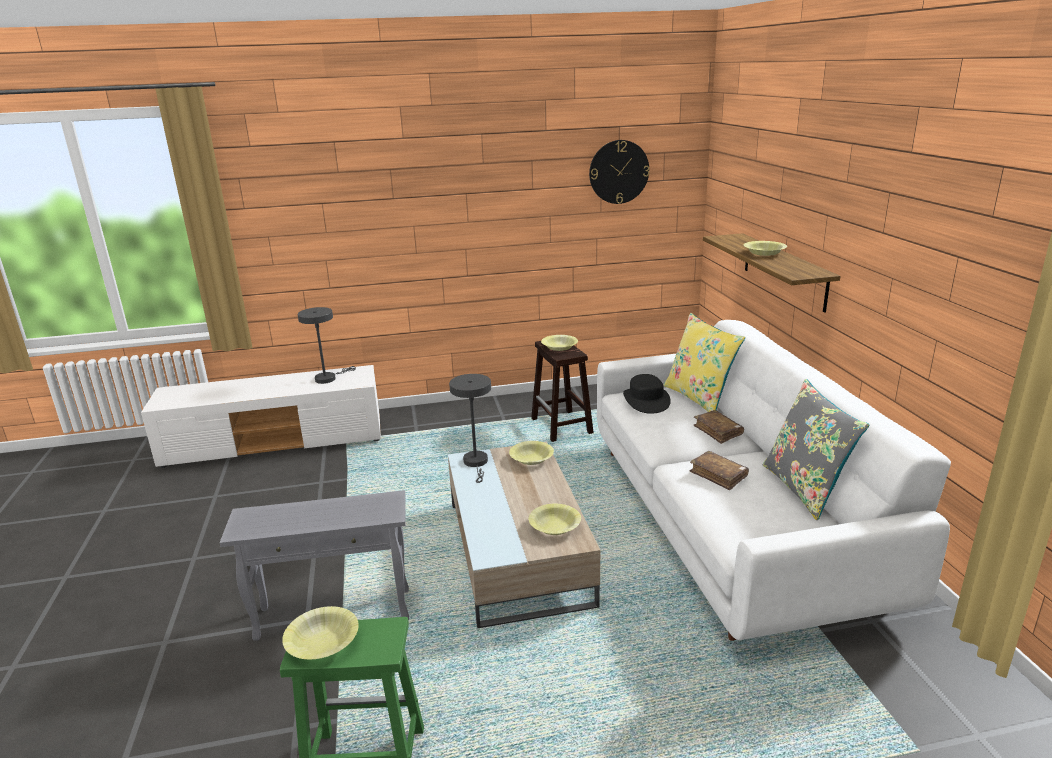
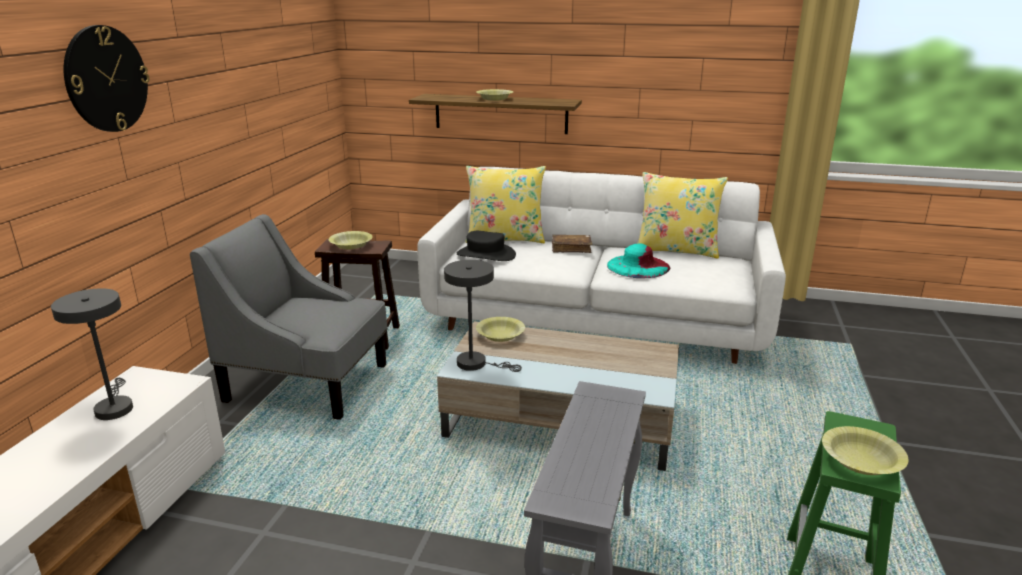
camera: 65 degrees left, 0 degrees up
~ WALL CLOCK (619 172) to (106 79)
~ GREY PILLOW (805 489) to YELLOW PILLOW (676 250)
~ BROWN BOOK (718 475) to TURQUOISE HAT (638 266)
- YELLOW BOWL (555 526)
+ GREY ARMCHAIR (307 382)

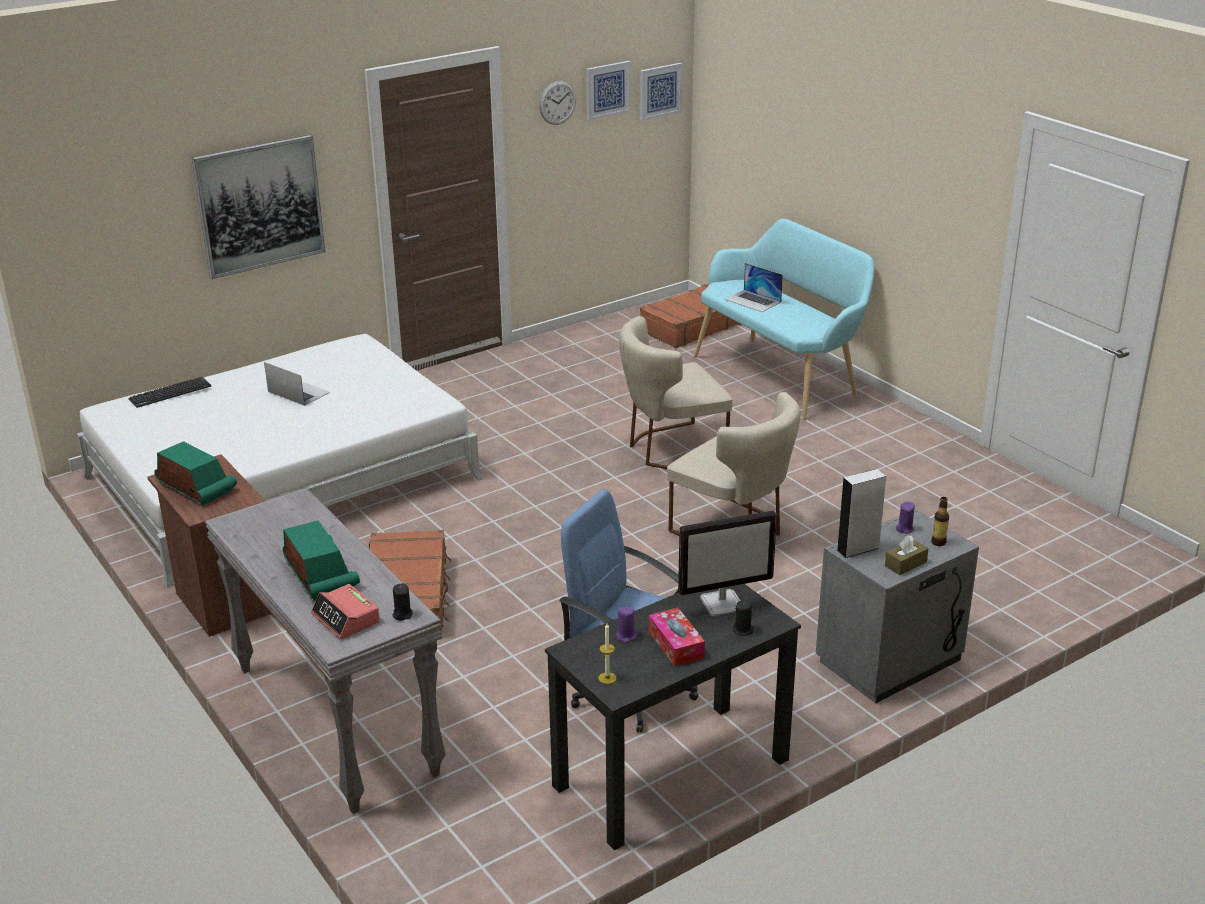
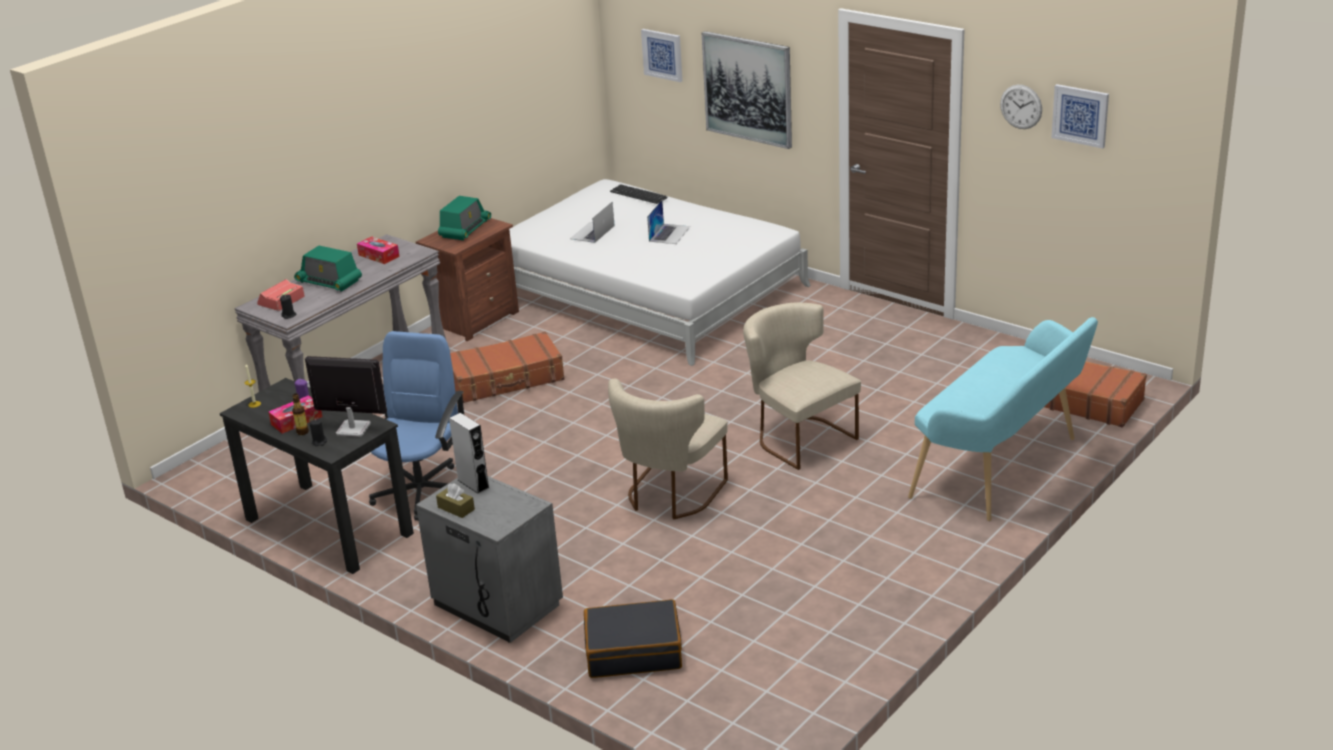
camera: 75 degrees right, 0 degrees up
~ PICTURE (660 91) to (662 55)
~ LAPTOP (753 301) to (592 232)
~ BOTTLE (938 542) to (302 432)
- PURPLE CANDLE (904 529)
~ MONITOR (723 603) = (352 429) 135 degrees clockwise
~ RADIO (320 575) = (329 281) 75 degrees clockwise
+ TISSUE BOX (379 256)
+ BLACK SUITCASE (633 651)

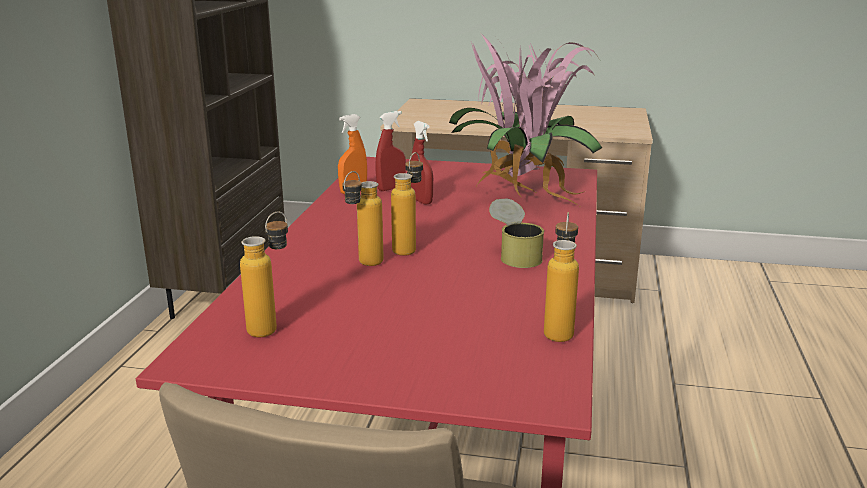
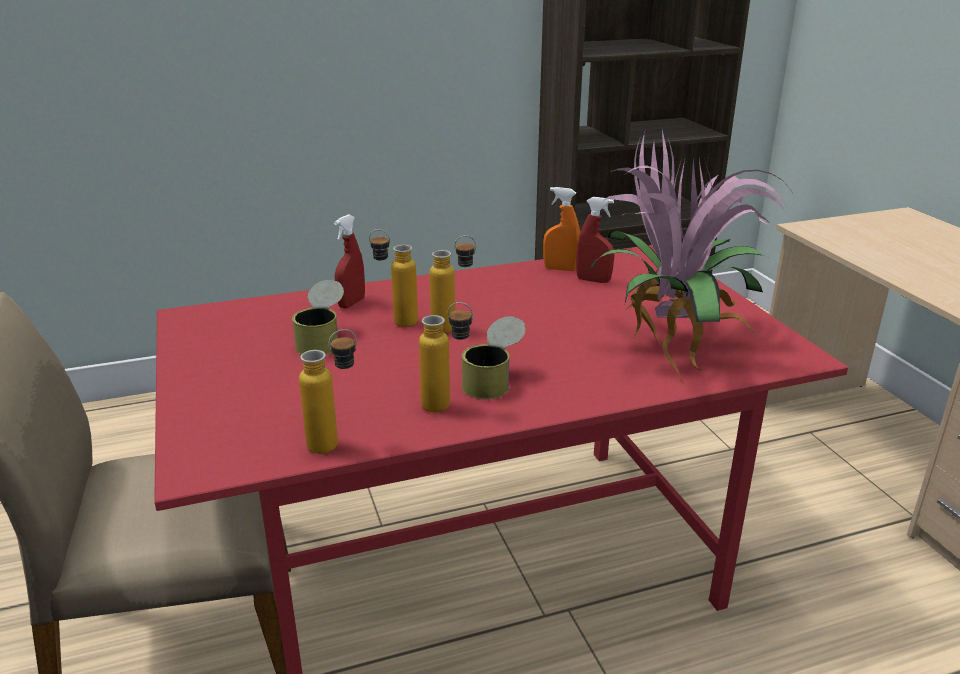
camera: 60 degrees right, 5 degrees up
~ RED SPRAY BOTTLE (421 201) to (351 303)
~ BOTTLE (272 327) to (447 407)
+ CAN (322 340)

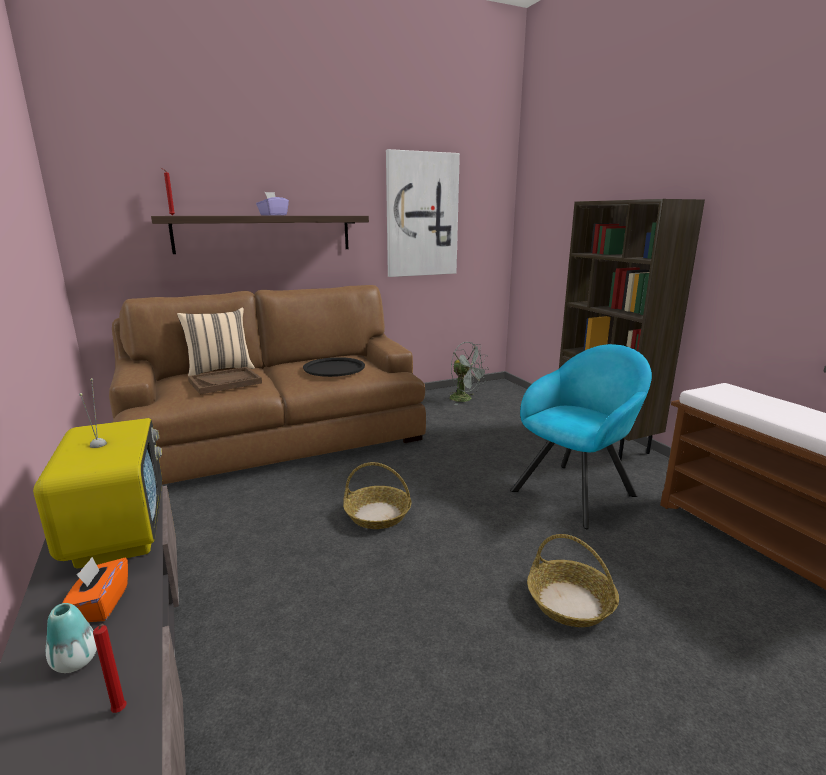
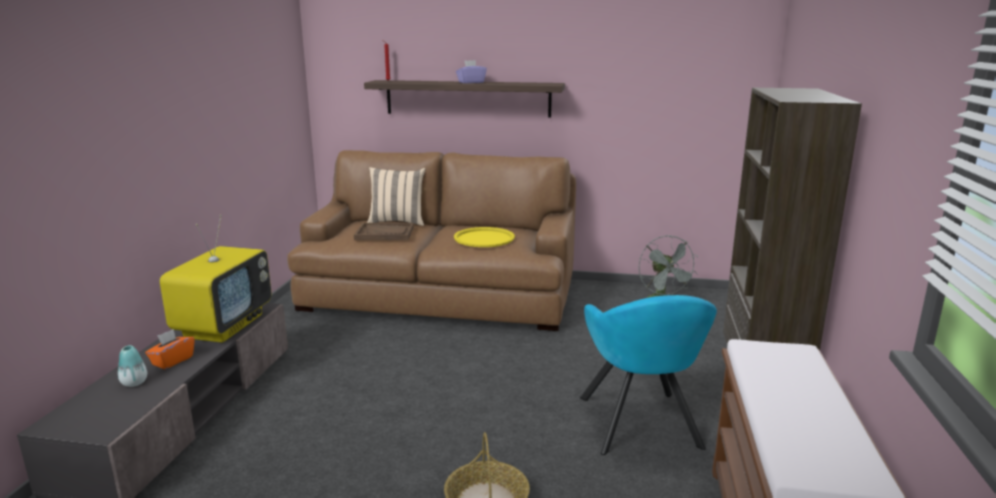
camera: 35 degrees right, 0 degrees up
- PICTURE (421 215)
~ TURQUOISE ARMCHAIR (577 491) = (640 426) 90 degrees clockwise
~ BLACK TRAY (334 368) to YELLOW TRAY (484 238)
- BASKET (377 515)
- RED CANDLE (120 712)

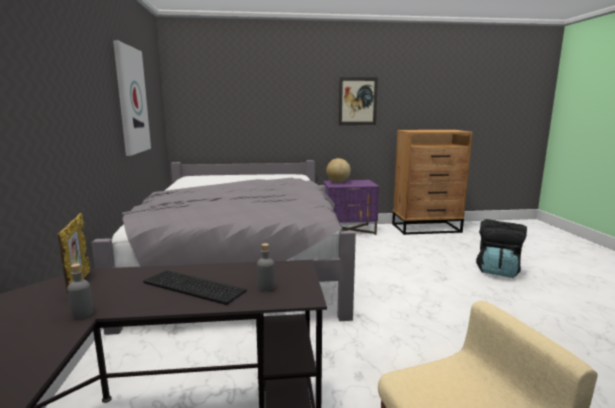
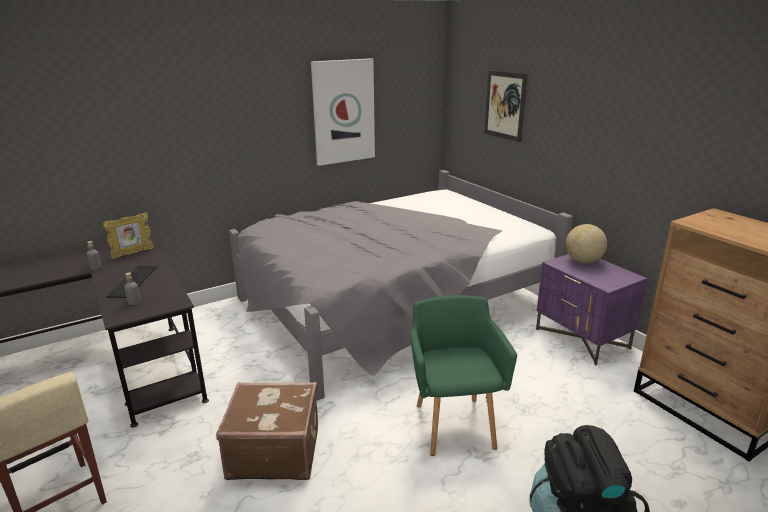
camera: 65 degrees right, 10 degrees up
~ PICTURE (357 101) to (505 105)
+ GREEN ARMCHAIR (454 422)
+ BROWN SUITCASE (274 451)

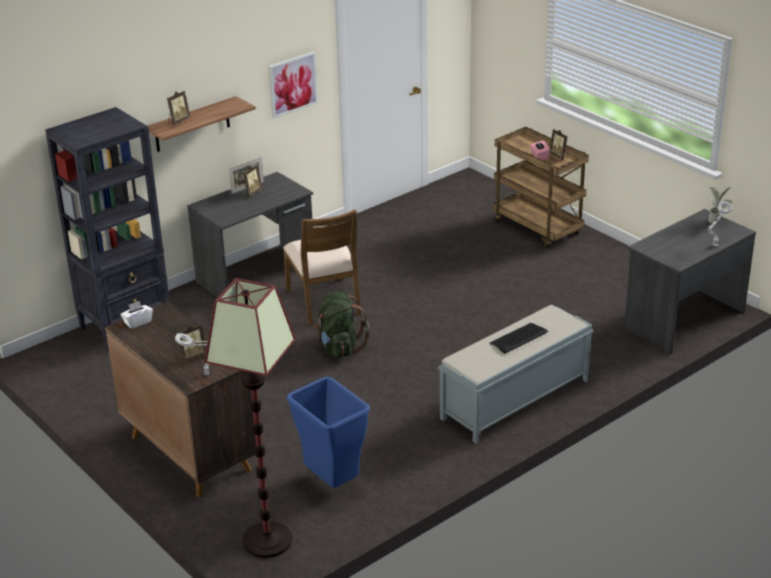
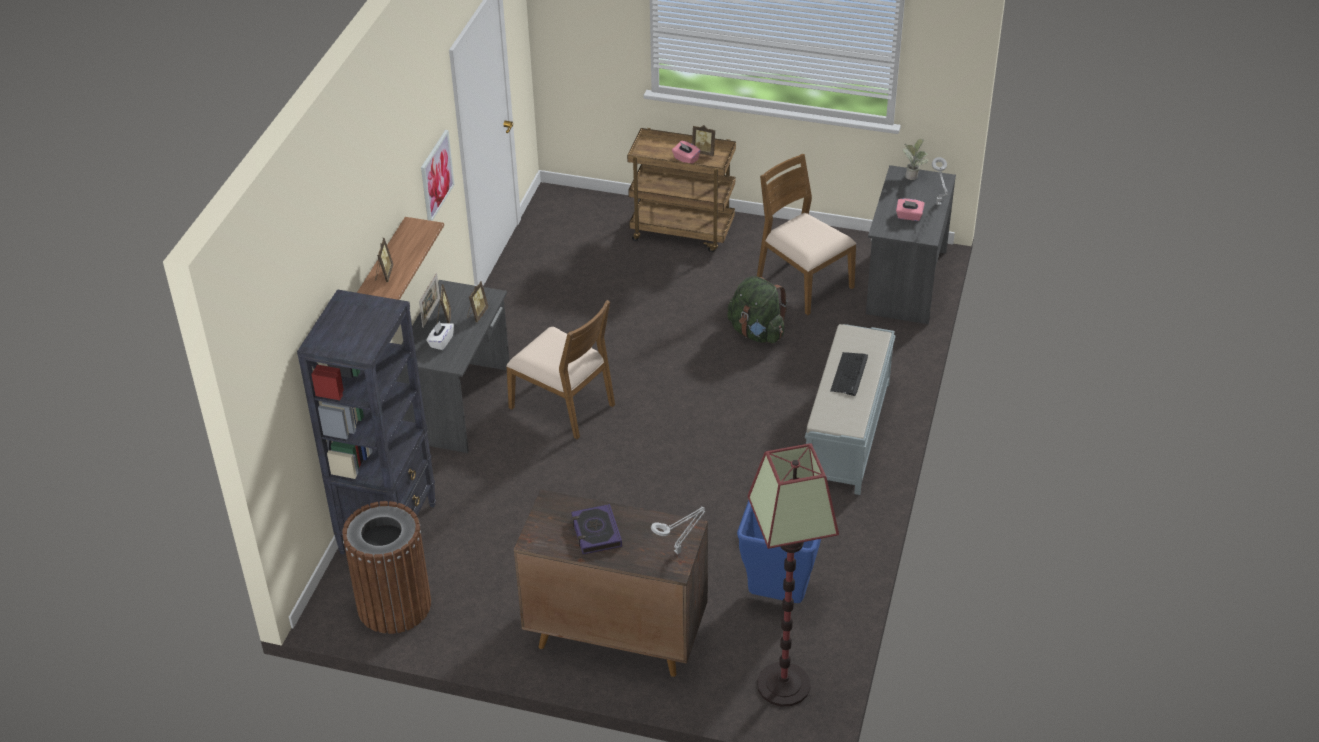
camera: 35 degrees left, 10 degrees up
~ GREEN BACKPACK (339 347) to (757 332)
~ WHITE TISSUE BOX (137 322) to (441 342)
~ PICTURE FRAME (192 357) to (477 314)
+ BROWN CHAIR (803 282)
+ PINK TISSUE BOX (909 216)
+ BROWN TRASH CAN (394 605)
+ BOOK (596 532)

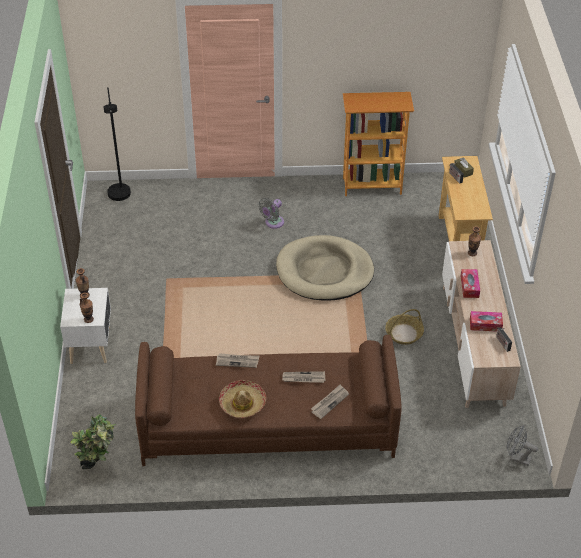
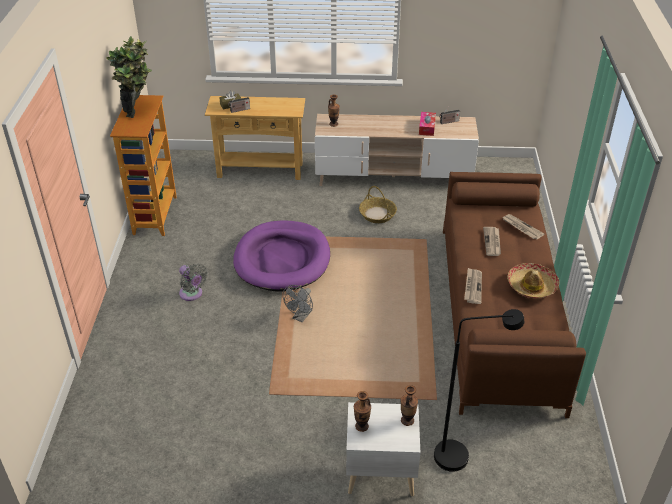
camera: 85 degrees left, 5 degrees down
~ BLACK FLOOR LAMP (120 197) to (460 455)
~ BEIGE DOG BED (324 271) to PURPLE DOG BED (282 259)
- TISSUE BOX (469 287)
~ POTTED PLANT (100 469) to (137 110)
~ GREY FAN (516 458) to (300 317)

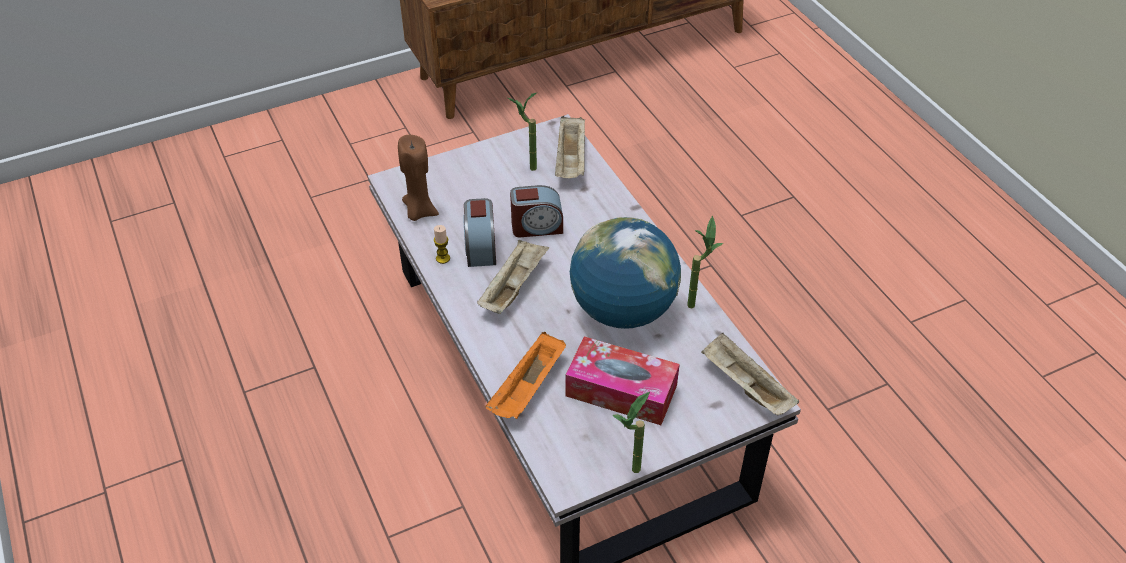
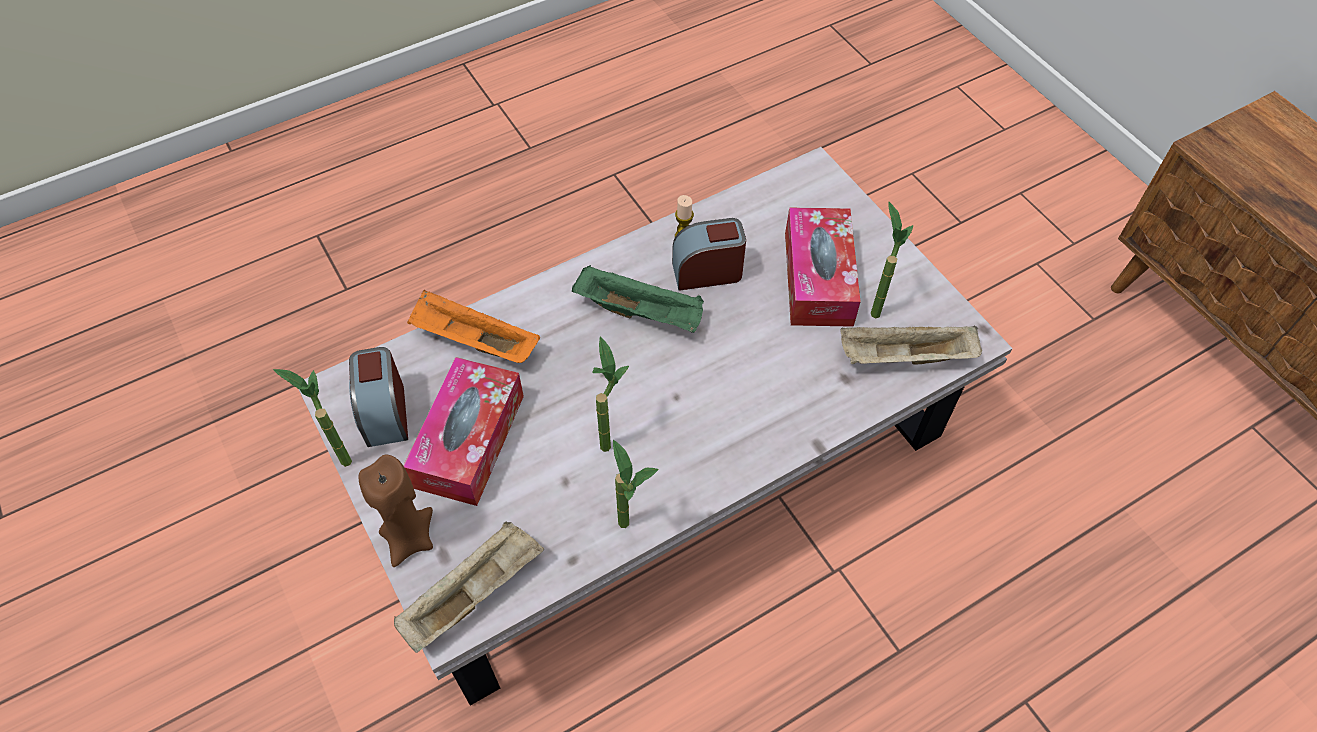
camera: 85 degrees right, 10 degrees up
~ BROWN CANDLE (419 211) to (409 538)
~ ALARM CLOCK (537 226) to (385 412)
~ GLOBE (623 310) to POTTED PLANT (608 437)
~ BEIGE TRAY (513 287) to GREEN TRAY (641 312)
+ TISSUE BOX (818 278)

